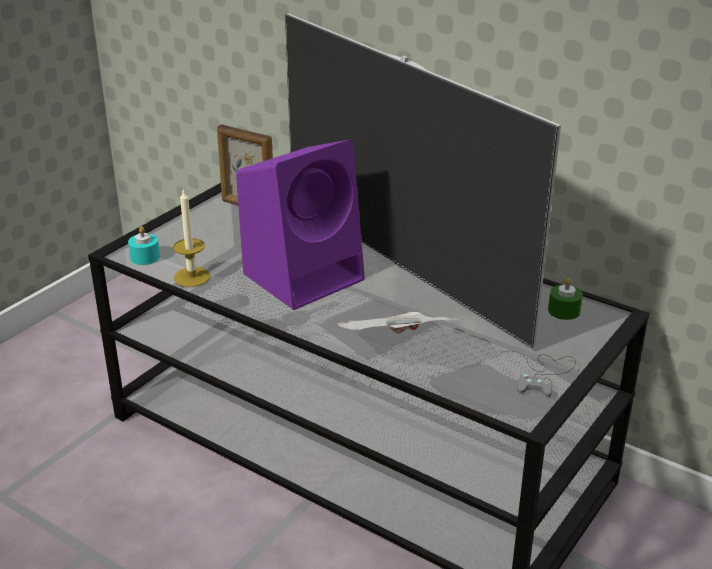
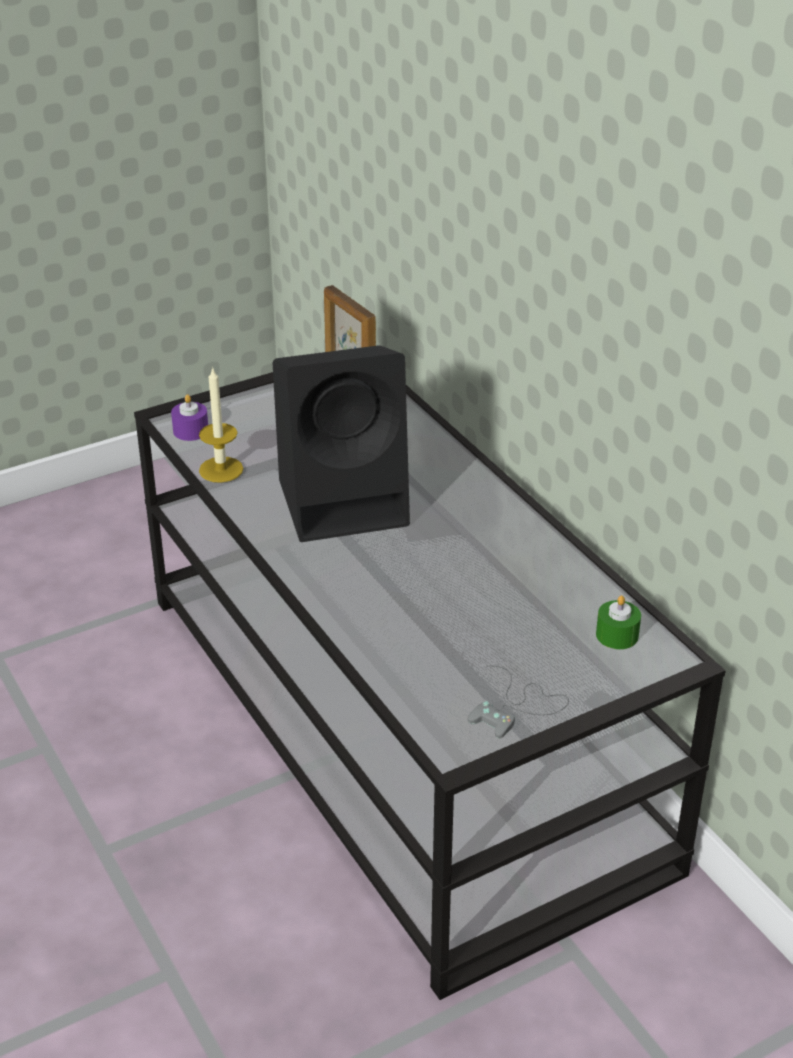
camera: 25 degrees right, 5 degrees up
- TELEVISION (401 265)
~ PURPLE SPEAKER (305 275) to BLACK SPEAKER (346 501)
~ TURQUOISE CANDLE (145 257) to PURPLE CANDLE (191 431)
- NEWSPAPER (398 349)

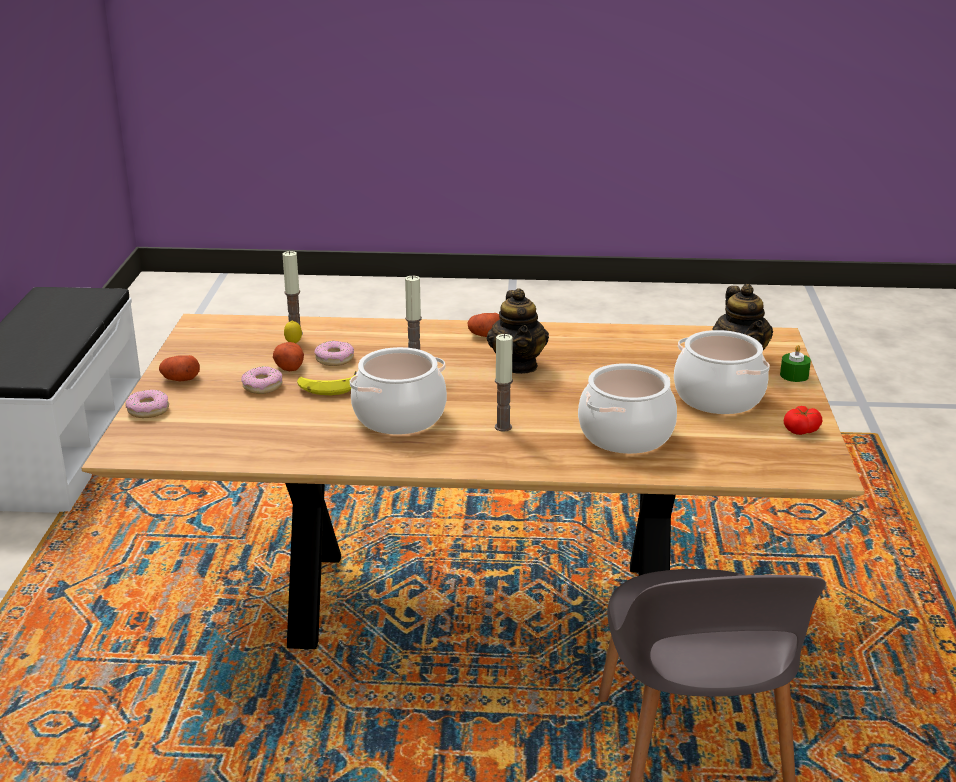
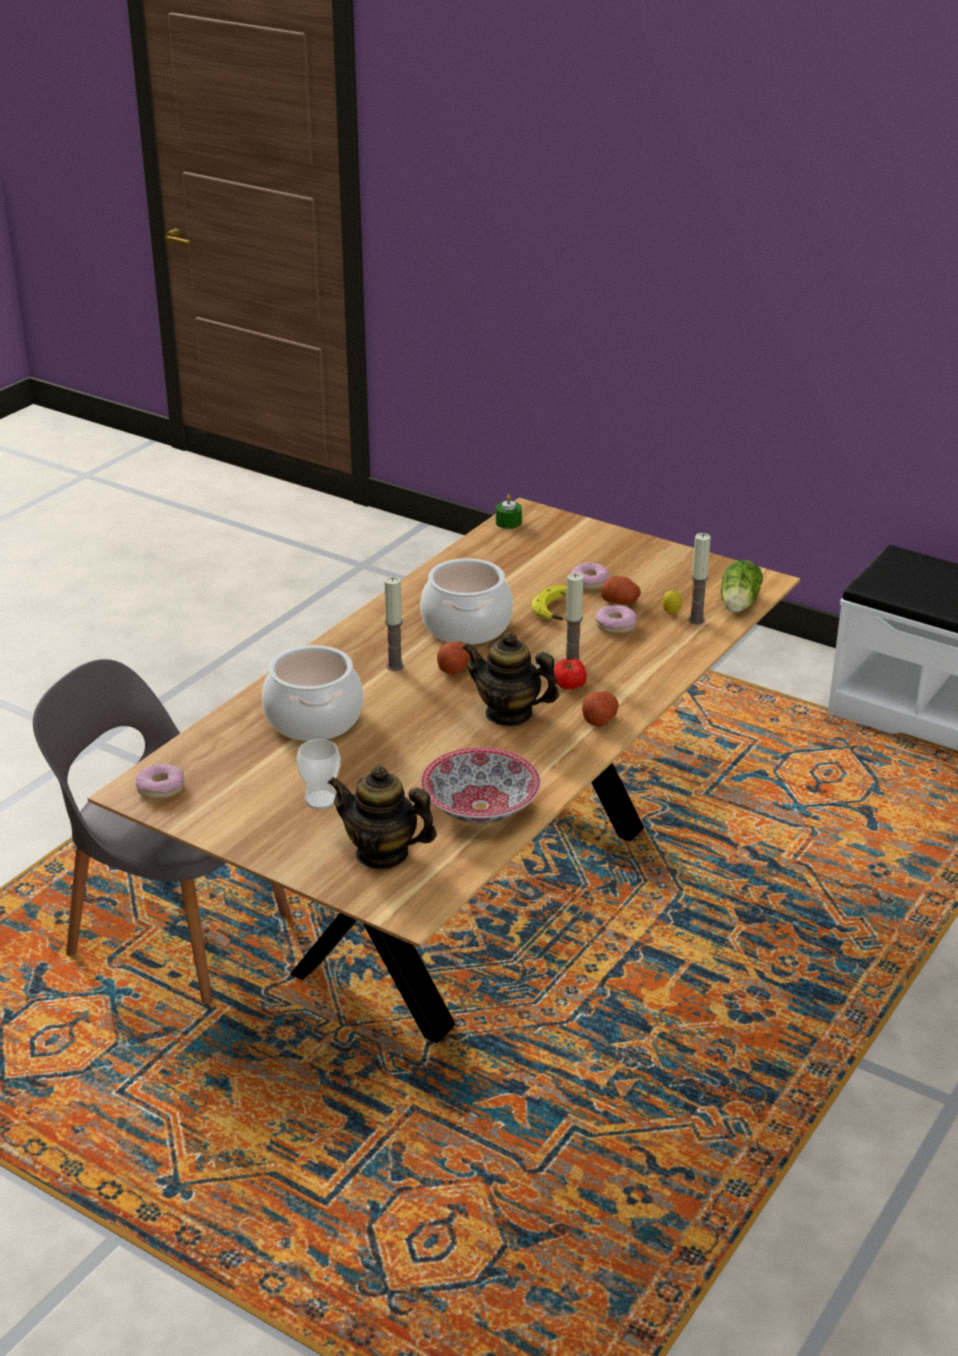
camera: 120 degrees right, 5 degrees up
~ COOKING POT (719 397) to CUP (320 800)
~ GREEN CANDLE (794 375) to (508 522)
~ POTATO (180 379) to (454 667)
~ DONUT (148 410) to (161 788)
~ TOMATO (801 430) to (569 683)
+ LETTUCE (738 605)
+ BOWL (479 807)

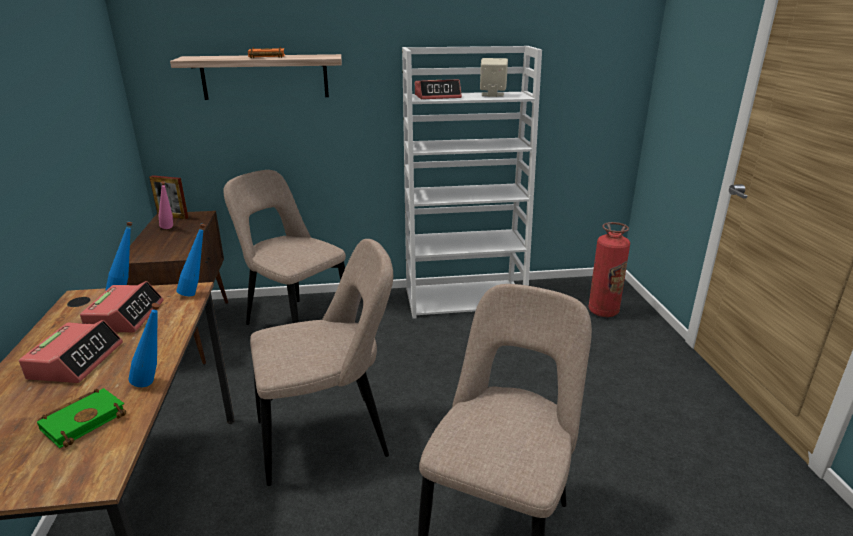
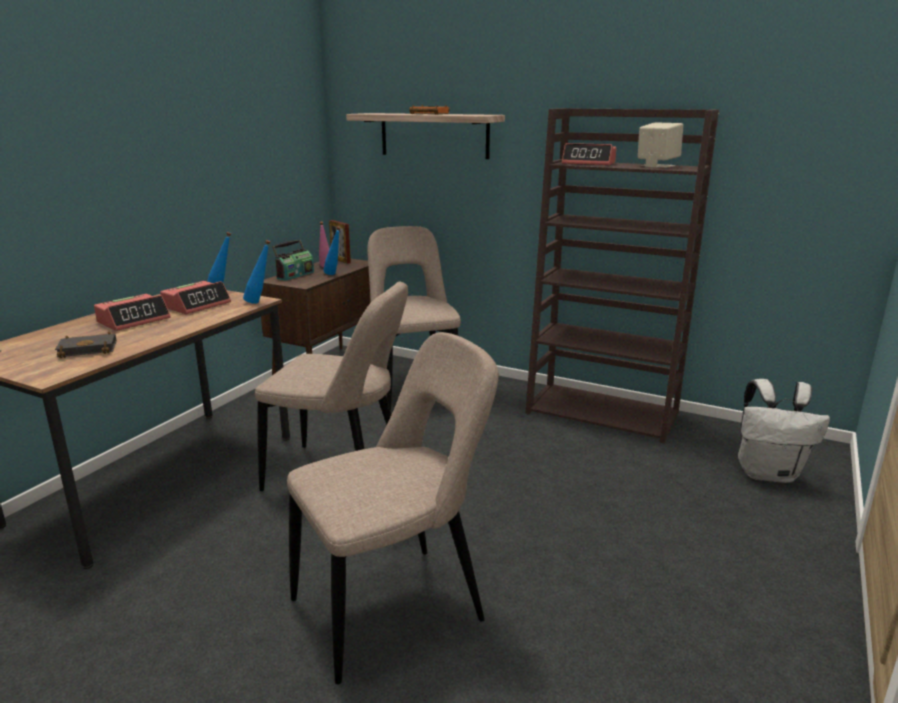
camera: 35 degrees right, 5 degrees down
~ WHITE BOOKCASE (465 299) to BROWN BOOKCASE (603 412)
~ FIRE EXTINGUISHER (603 311) to WHITE BACKPACK (768 473)
~ BLUE BOTTLE (154 383) to (334 275)
~ GREEN BOOK (85 419) to BLACK BOOK (89 349)
+ RADIO (294 275)

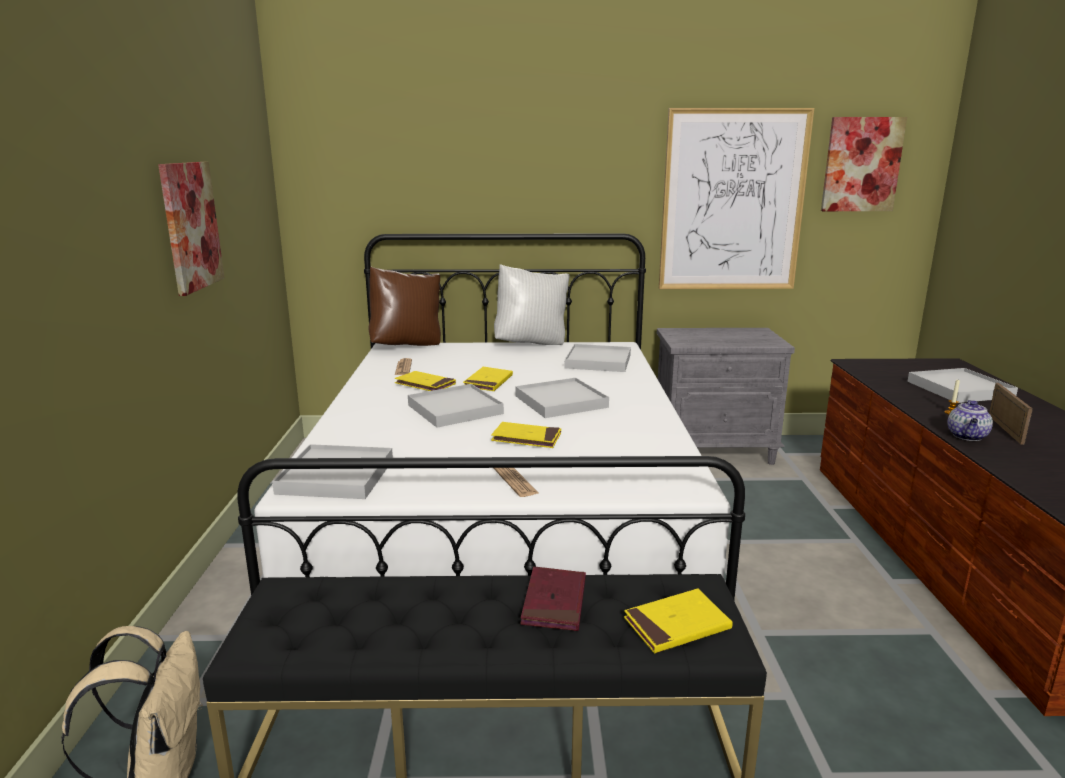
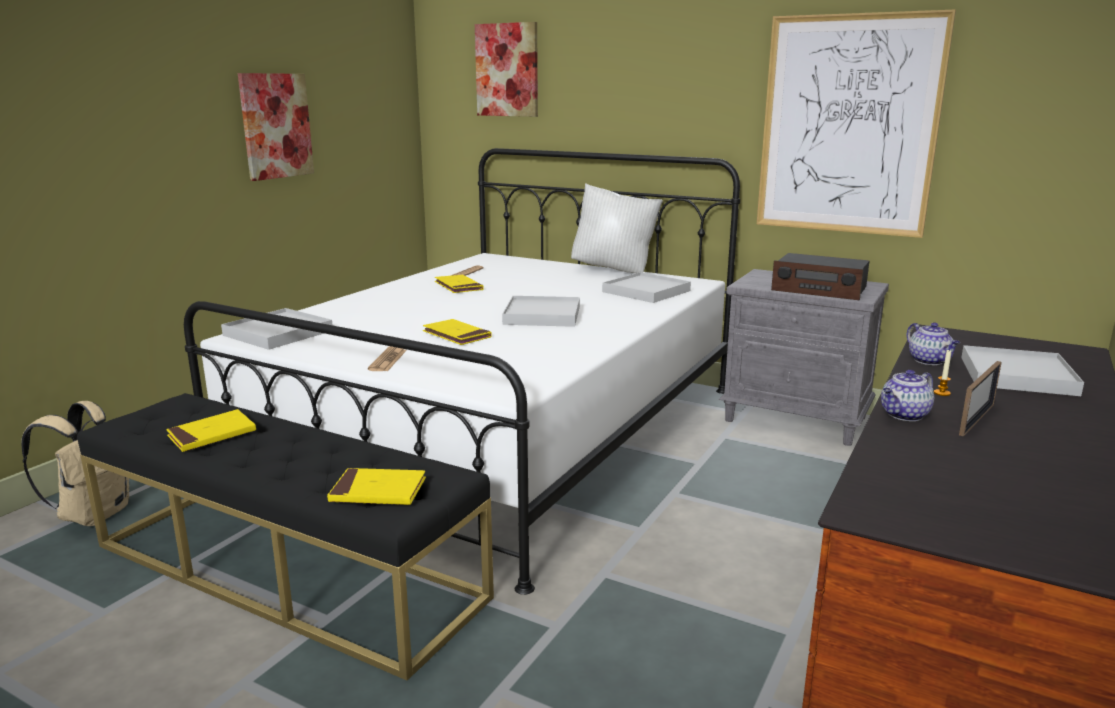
camera: 30 degrees right, 0 degrees up
~ PICTURE (861 164) to (507 70)
- BROWN PILLOW (407 345)
~ YELLOW BOOK (488 382) to (212 434)
- WHITE TRAY (455 409)
- RED BOOK (554 602)
+ RADIO (819 289)
+ TEAPOT (930 361)

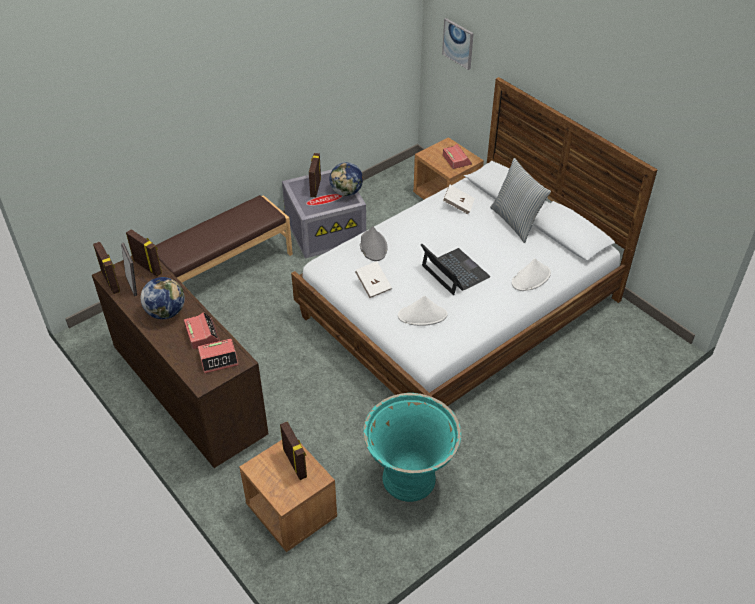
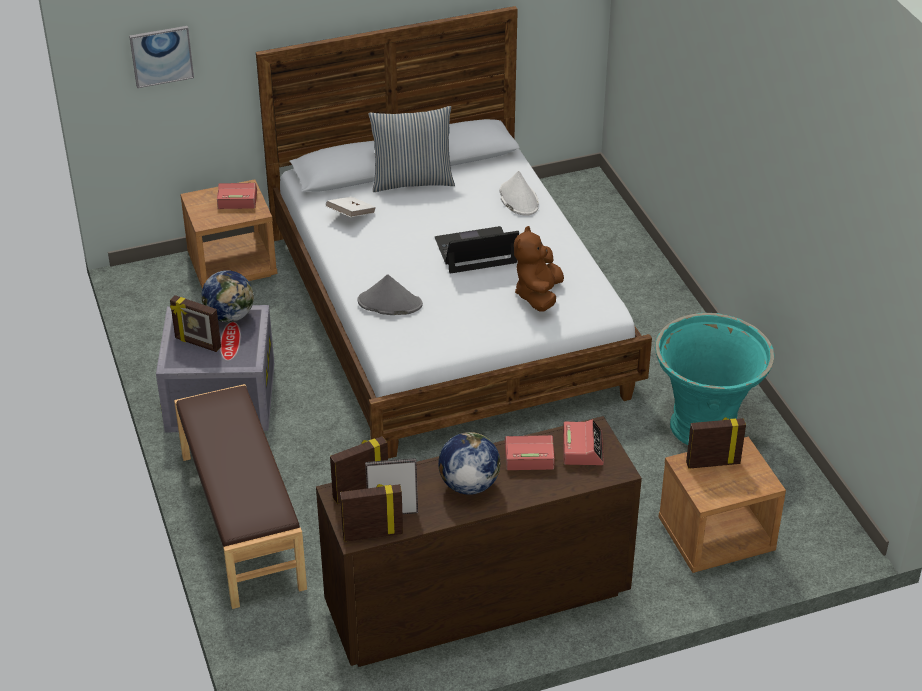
camera: 70 degrees left, 5 degrees down
- WHITE BOOK (373 286)
~ WHITE HAT (422 315) to BROWN PLUSH TOY (538 295)

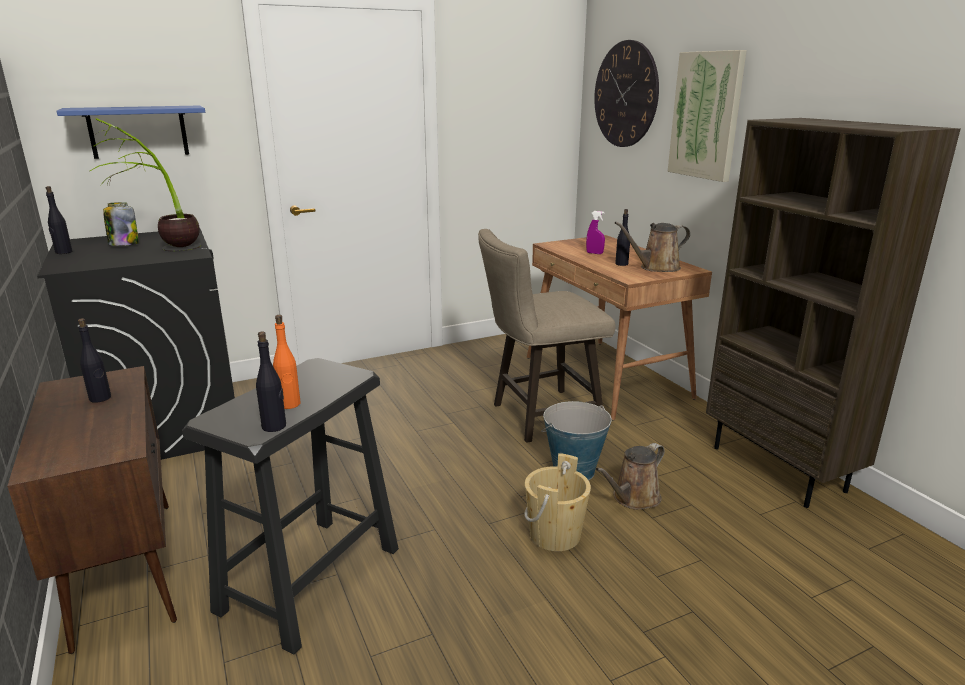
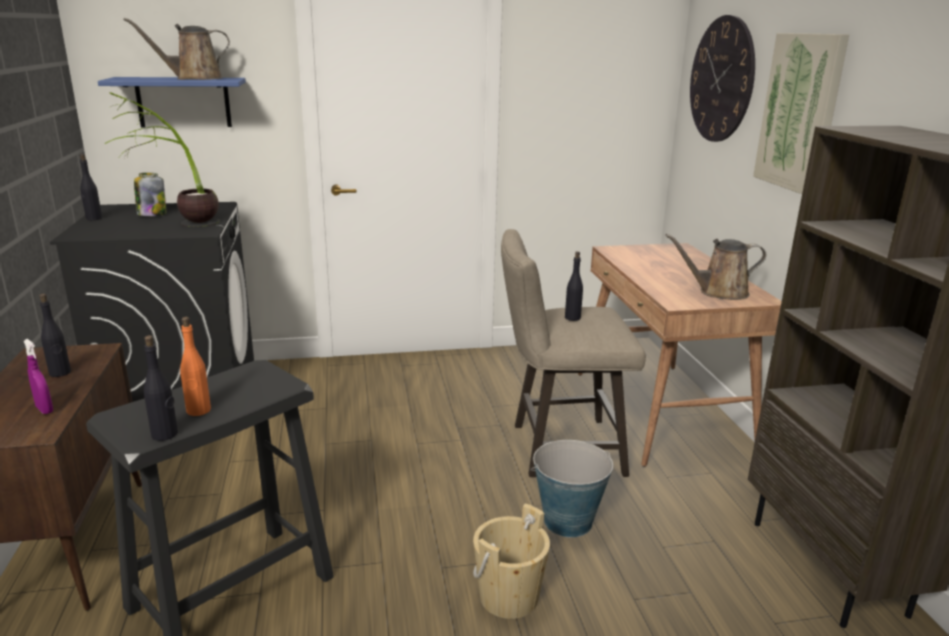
camera: 15 degrees right, 0 degrees up
~ BLACK BOTTLE (621 264) to (572 318)
~ PURPLE SPRAY BOTTLE (594 253) to (44 409)
~ BROWN WATERING CAN (633 498) to (194 79)

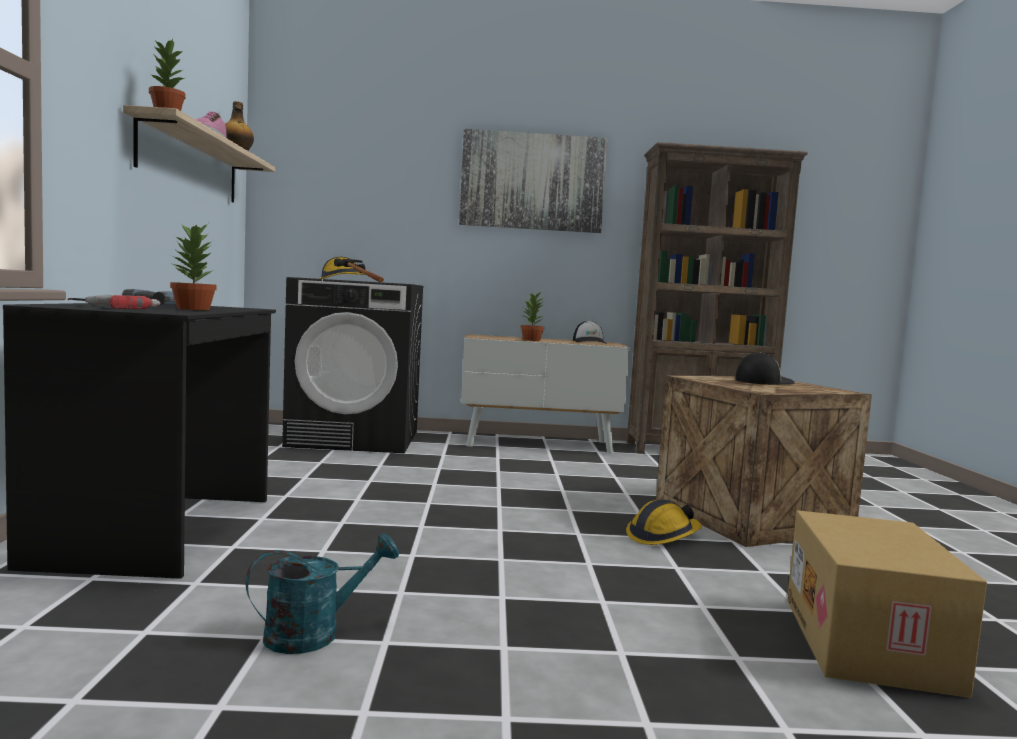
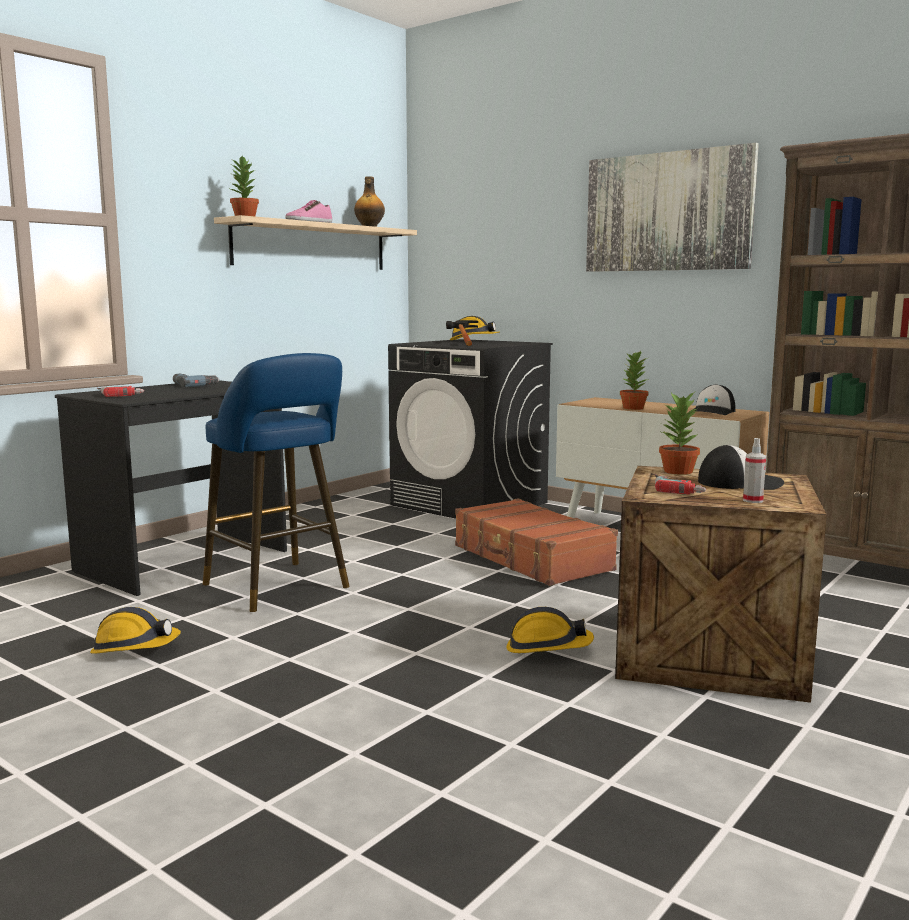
camera: 40 degrees right, 5 degrees up
~ POTTED PLANT (194 309) to (678 471)
- CARDBOARD BOX (871 644)
~ TURQUOISE WATERING CAN (315 633) to HARD HAT (135 648)
+ BLUE STOOL (280 588)
+ SPRAY BOTTLE (753 500)
+ POWER DRILL (678 488)
+ BROWN SUITCASE (531 559)

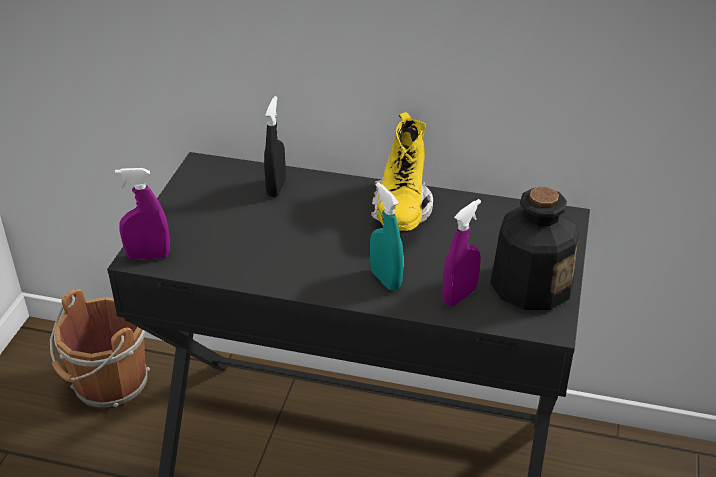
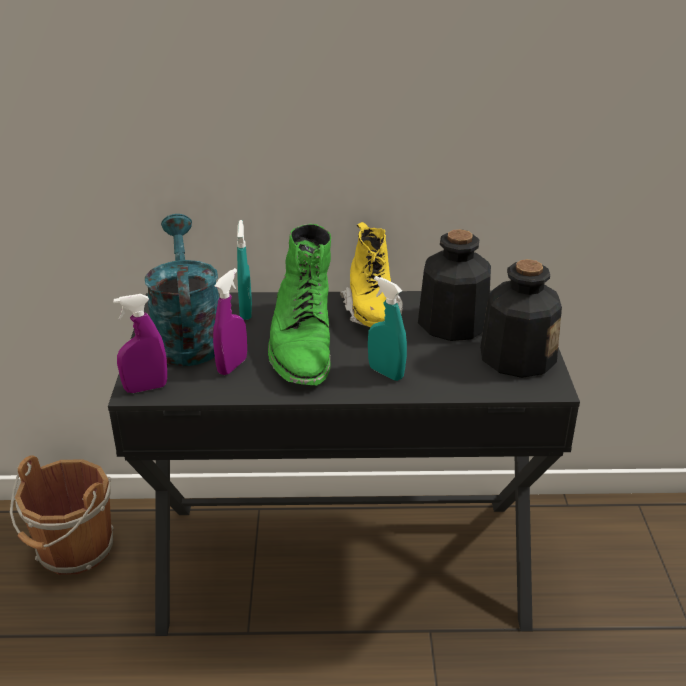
camera: 15 degrees left, 5 degrees down
~ BLACK SPRAY BOTTLE (276 188) to TURQUOISE SPRAY BOTTLE (246 311)
~ PURPLE SPRAY BOTTLE (459 296) to (232 366)
+ TURQUOISE WATERING CAN (186 336)
+ GREEN BOOT (302 344)
+ BOTTLE (452 323)

